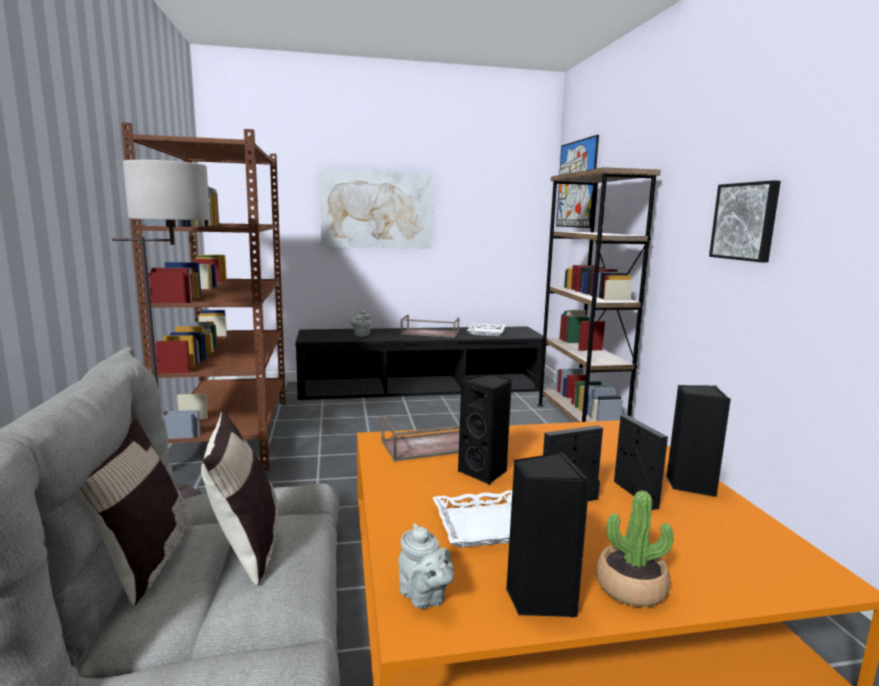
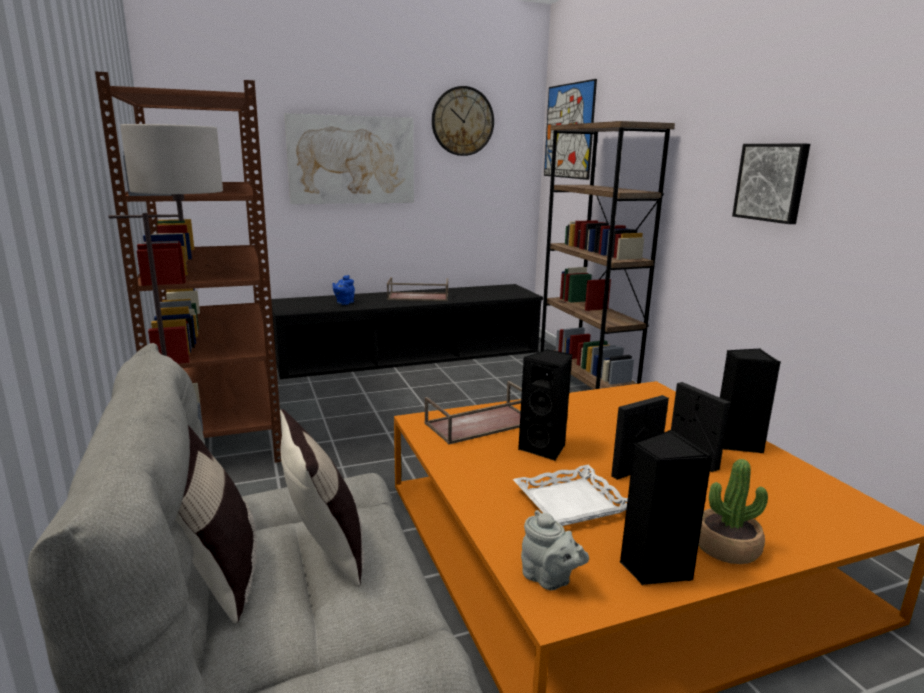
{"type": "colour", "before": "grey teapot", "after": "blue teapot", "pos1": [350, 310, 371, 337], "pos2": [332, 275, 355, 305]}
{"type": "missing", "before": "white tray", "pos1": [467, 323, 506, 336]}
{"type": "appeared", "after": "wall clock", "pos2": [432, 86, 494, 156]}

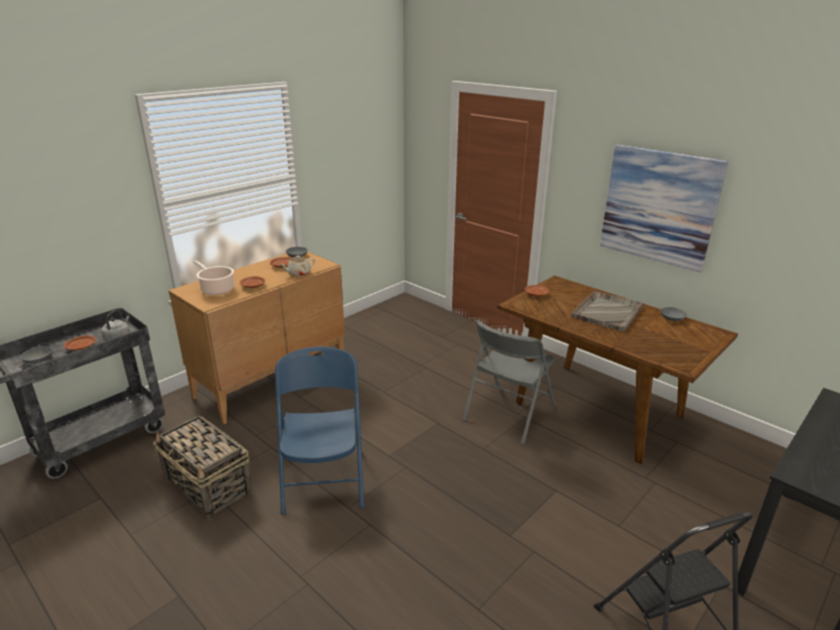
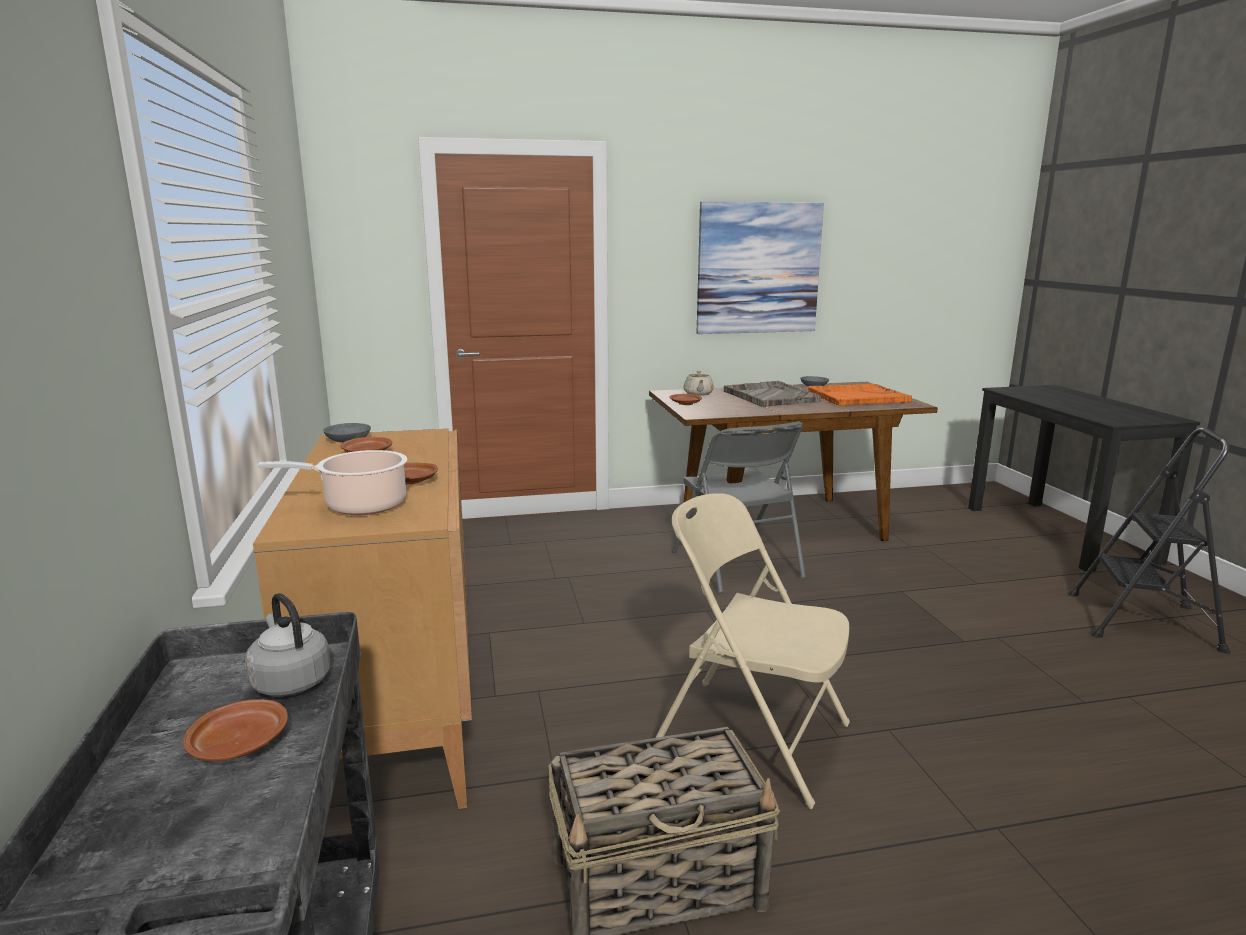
{"type": "missing", "before": "grey bowl", "pos1": [20, 346, 53, 364]}
{"type": "colour", "before": "blue chair", "after": "beige chair", "pos1": [275, 347, 364, 515], "pos2": [655, 493, 850, 809]}
{"type": "relocated", "before": "beige teapot", "pos1": [279, 256, 315, 276], "pos2": [683, 370, 714, 396]}
{"type": "appeared", "after": "orange tray", "pos2": [808, 384, 912, 406]}

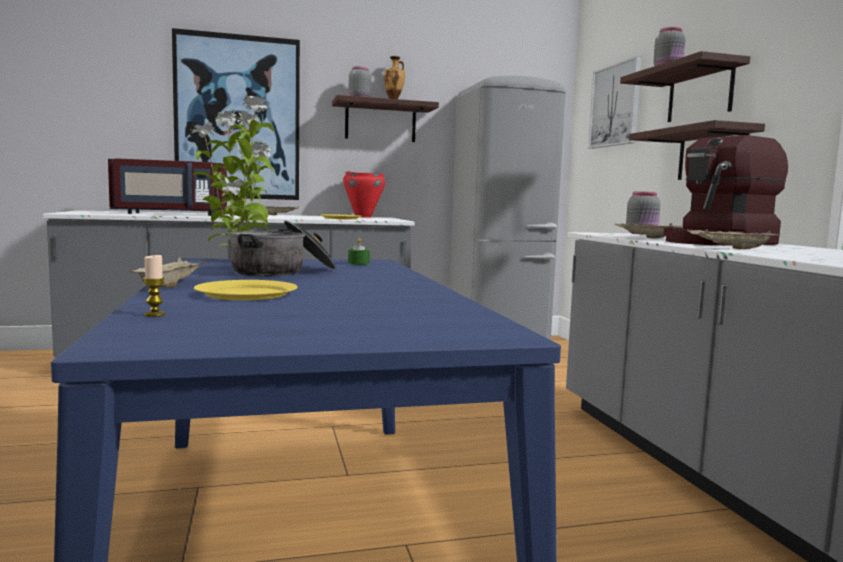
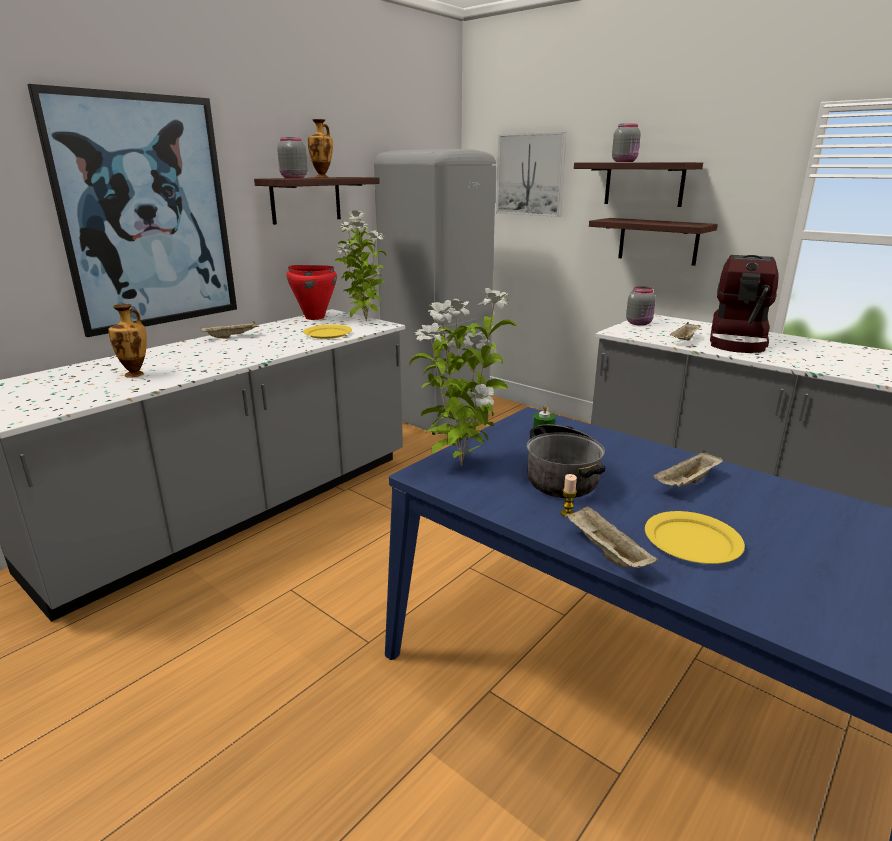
{"type": "exchanged", "before": "red microwave", "after": "vase", "pos1": [108, 158, 227, 216], "pos2": [108, 304, 147, 378]}
{"type": "relocated", "before": "candle", "pos1": [143, 255, 166, 317], "pos2": [561, 474, 577, 517]}
{"type": "relocated", "before": "beige tray", "pos1": [687, 229, 780, 249], "pos2": [653, 451, 723, 487]}
{"type": "appeared", "after": "potted plant", "pos2": [335, 210, 386, 321]}

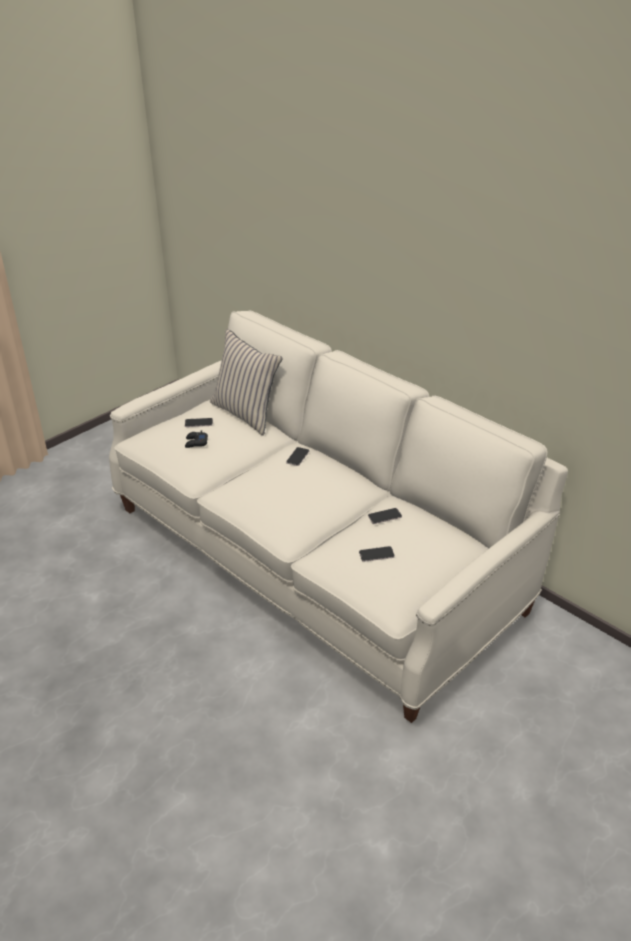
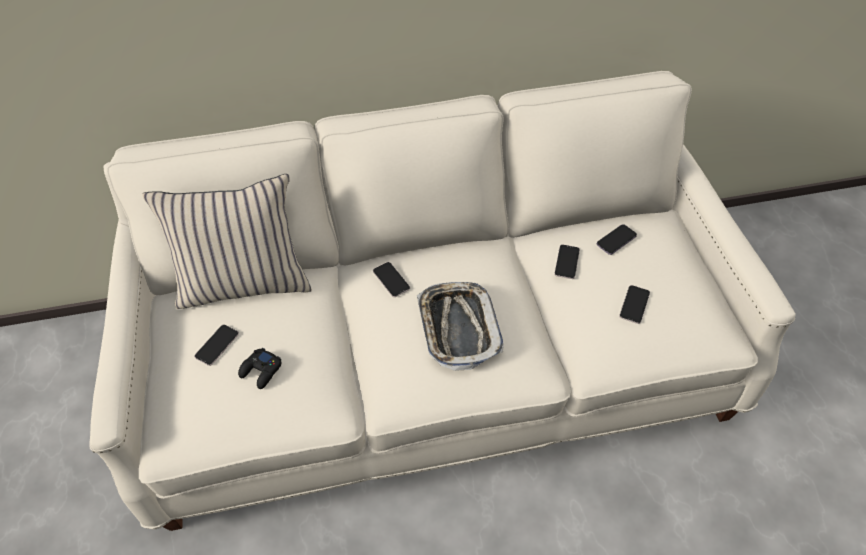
{"type": "appeared", "after": "tray", "pos2": [417, 282, 504, 371]}
{"type": "appeared", "after": "phone", "pos2": [597, 224, 637, 255]}

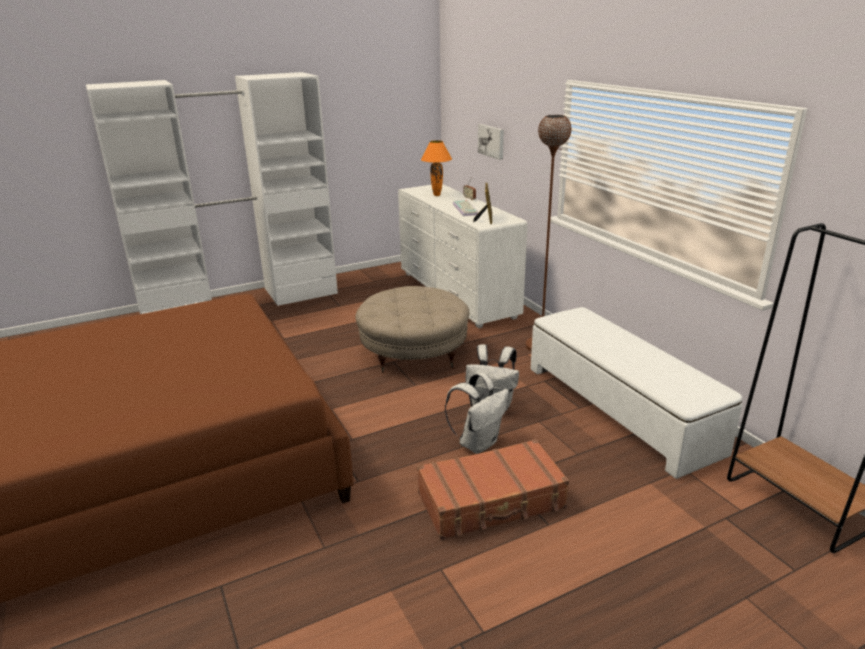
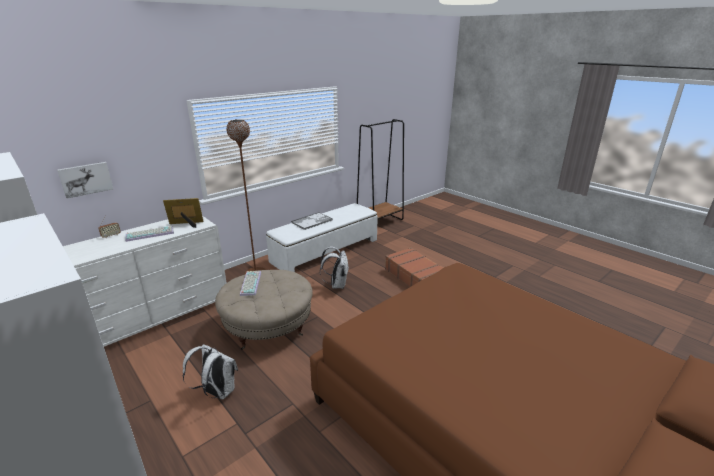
{"type": "missing", "before": "orange table lamp", "pos1": [421, 140, 452, 196]}
{"type": "relocated", "before": "white backpack", "pos1": [445, 373, 509, 454], "pos2": [182, 344, 238, 399]}
{"type": "appeared", "after": "keyboard", "pos2": [240, 271, 261, 296]}
{"type": "appeared", "after": "tray", "pos2": [291, 212, 333, 230]}

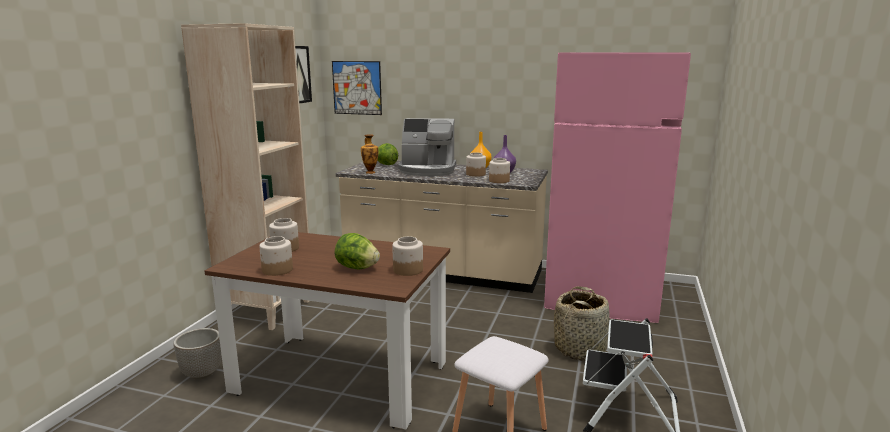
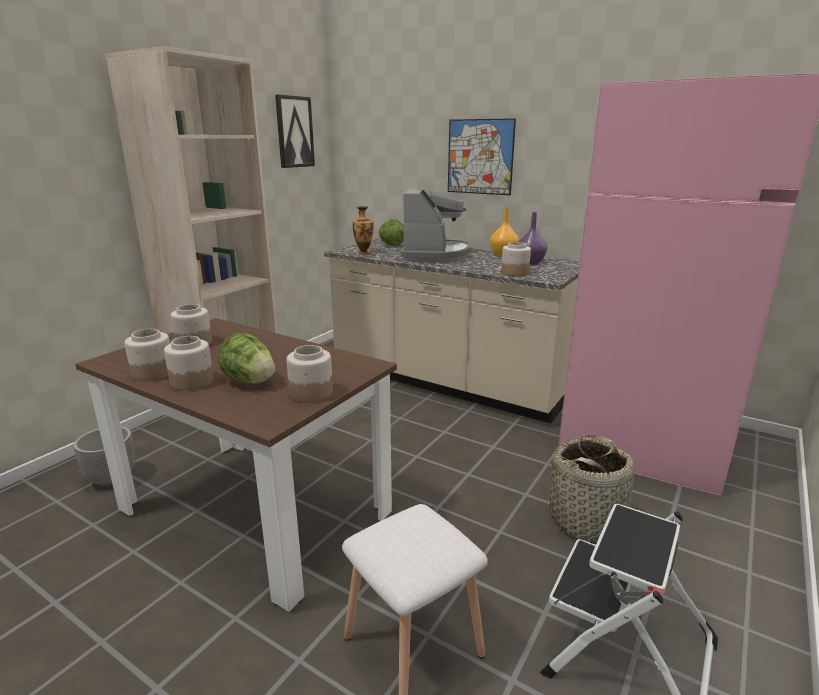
{"type": "relocated", "before": "picture", "pos1": [332, 61, 382, 115], "pos2": [448, 118, 516, 195]}
{"type": "spun", "before": "coffee machine", "pos1": [398, 118, 456, 176], "pos2": [400, 188, 471, 262], "turn": -105}
{"type": "relocated", "before": "jar", "pos1": [466, 152, 486, 177], "pos2": [164, 336, 214, 391]}

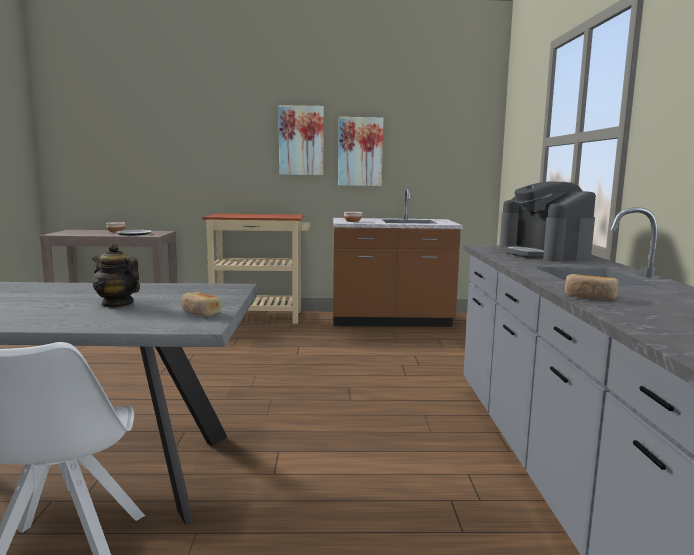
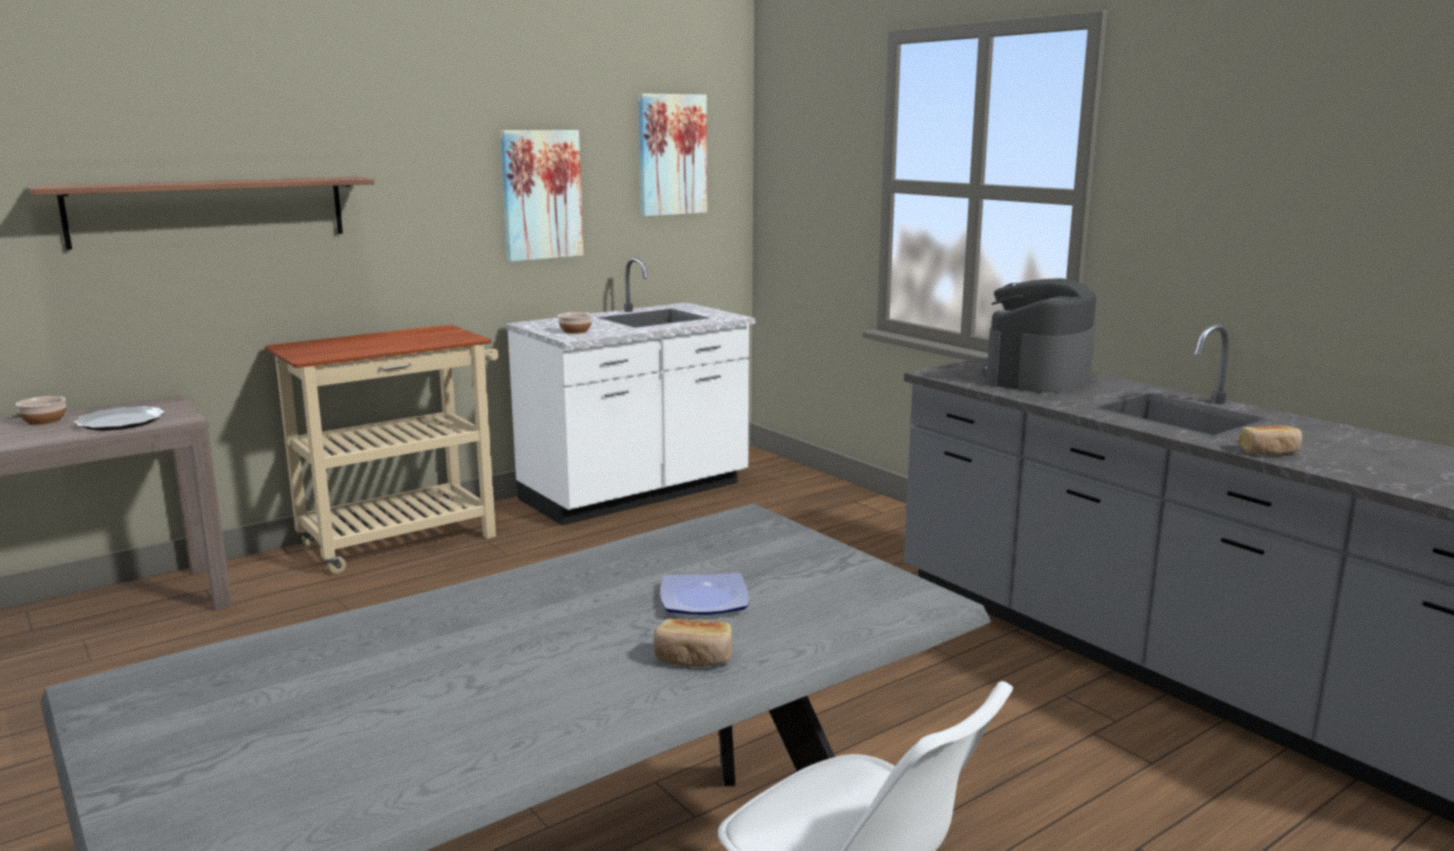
{"type": "exchanged", "before": "teapot", "after": "plate", "pos1": [93, 243, 140, 308], "pos2": [660, 572, 749, 615]}
{"type": "relocated", "before": "bread", "pos1": [181, 292, 221, 317], "pos2": [654, 619, 732, 667]}
{"type": "relocated", "before": "picture", "pos1": [279, 105, 324, 175], "pos2": [638, 93, 707, 217]}
{"type": "colour", "before": "brown counter", "after": "white counter", "pos1": [333, 188, 463, 327], "pos2": [505, 257, 755, 526]}
{"type": "spun", "before": "coffee machine", "pos1": [499, 181, 596, 262], "pos2": [981, 278, 1096, 393], "turn": 90}
{"type": "appeared", "after": "shelf", "pos2": [27, 177, 375, 250]}

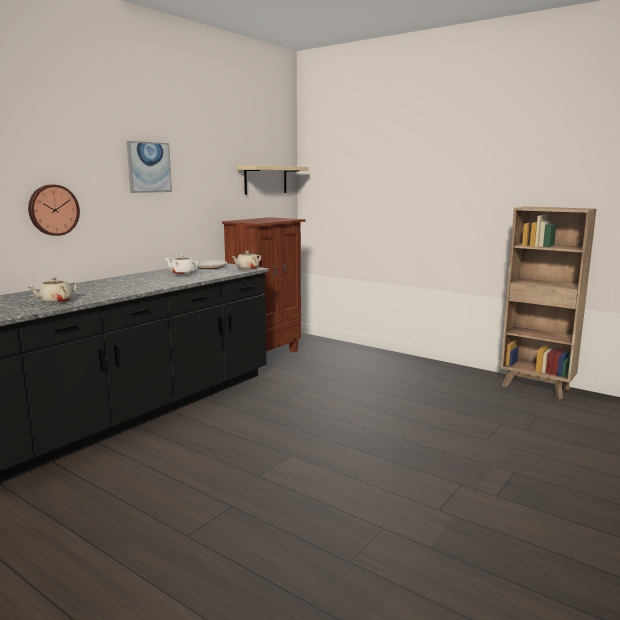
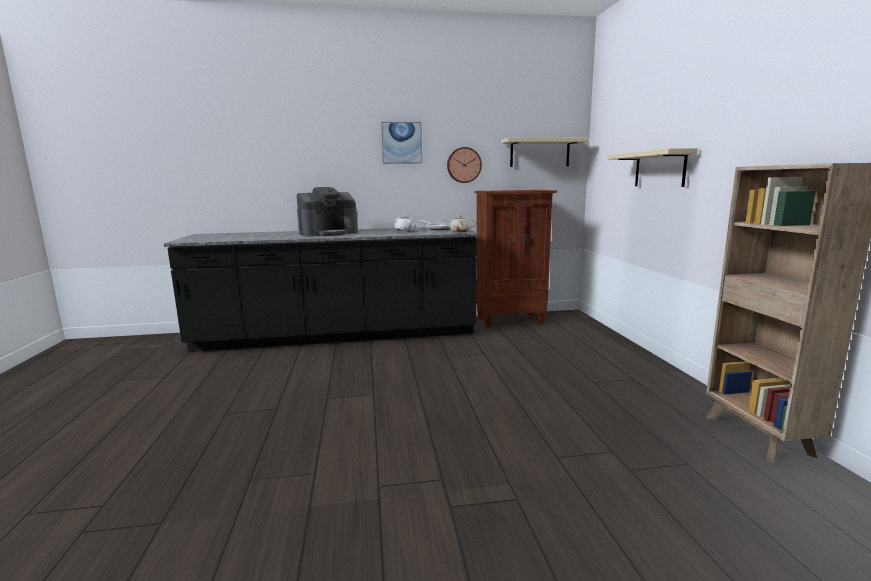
{"type": "relocated", "before": "wall clock", "pos1": [28, 185, 80, 236], "pos2": [447, 147, 482, 183]}
{"type": "missing", "before": "beige teapot", "pos1": [28, 277, 77, 304]}
{"type": "appeared", "after": "coffee machine", "pos2": [297, 187, 358, 236]}
{"type": "appeared", "after": "beige shelf", "pos2": [608, 148, 698, 187]}

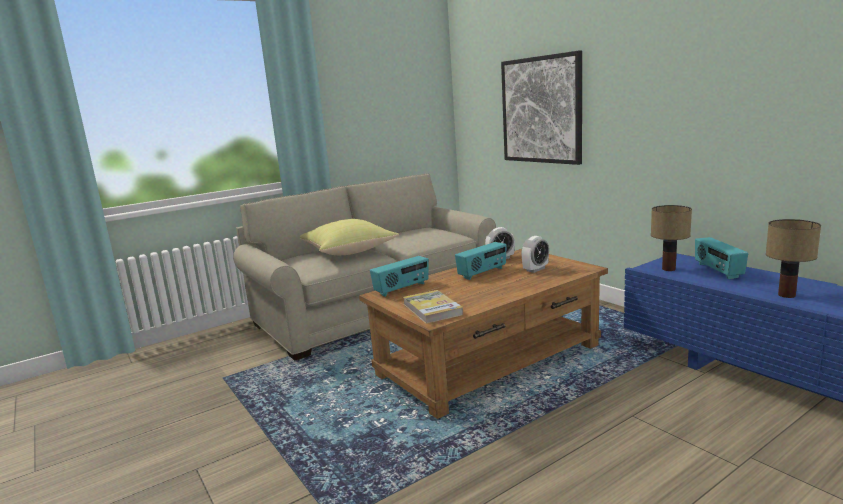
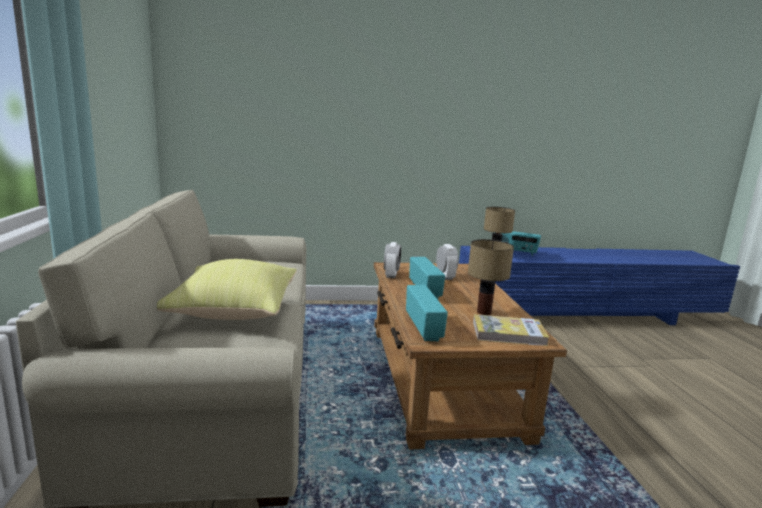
{"type": "missing", "before": "picture", "pos1": [501, 50, 582, 165]}
{"type": "relocated", "before": "table lamp", "pos1": [766, 219, 821, 298], "pos2": [468, 239, 514, 315]}

